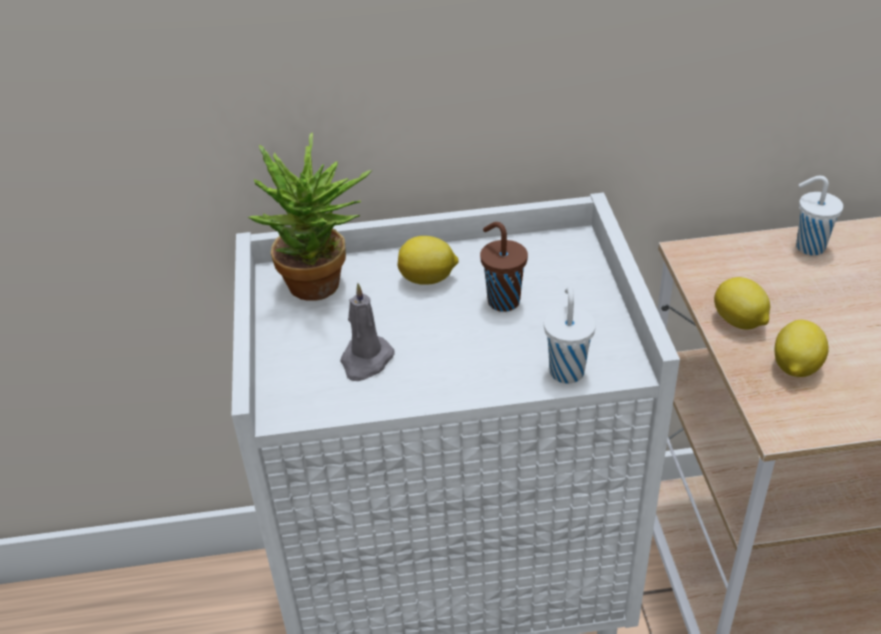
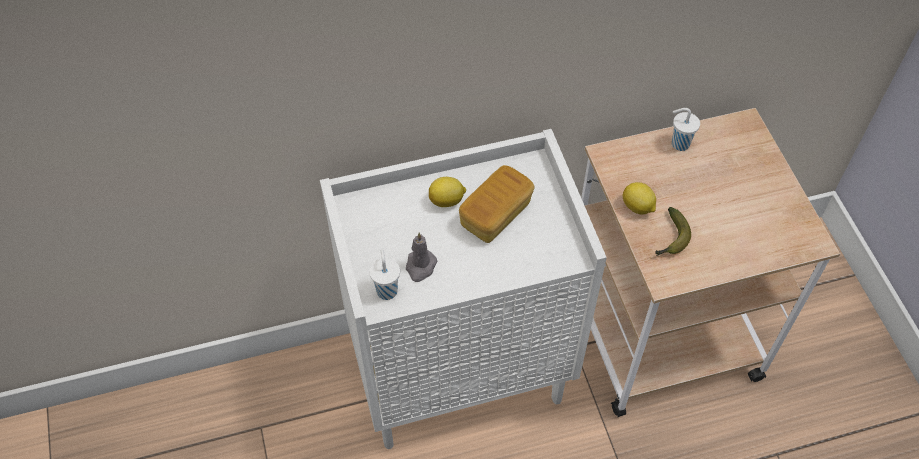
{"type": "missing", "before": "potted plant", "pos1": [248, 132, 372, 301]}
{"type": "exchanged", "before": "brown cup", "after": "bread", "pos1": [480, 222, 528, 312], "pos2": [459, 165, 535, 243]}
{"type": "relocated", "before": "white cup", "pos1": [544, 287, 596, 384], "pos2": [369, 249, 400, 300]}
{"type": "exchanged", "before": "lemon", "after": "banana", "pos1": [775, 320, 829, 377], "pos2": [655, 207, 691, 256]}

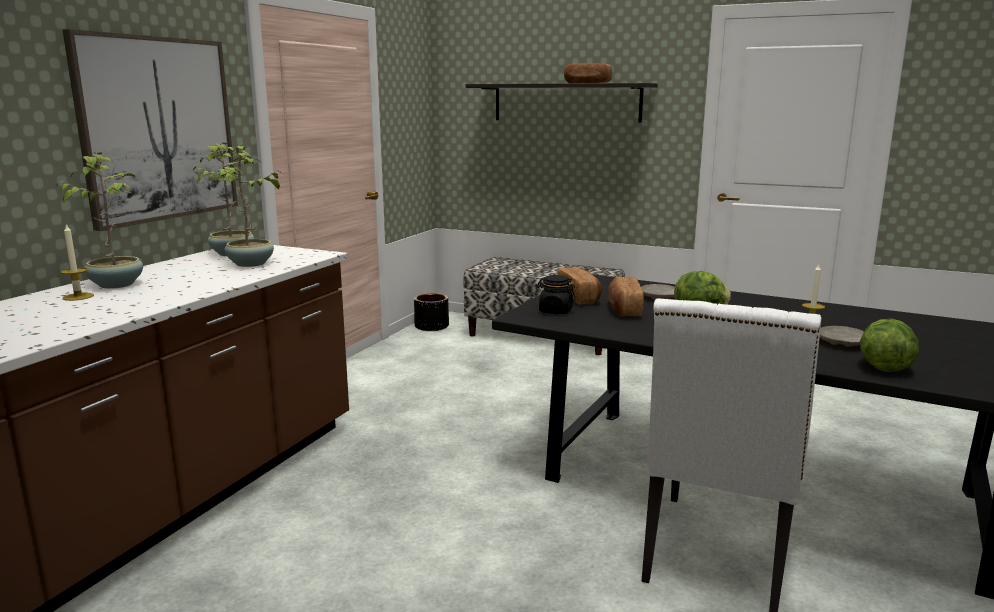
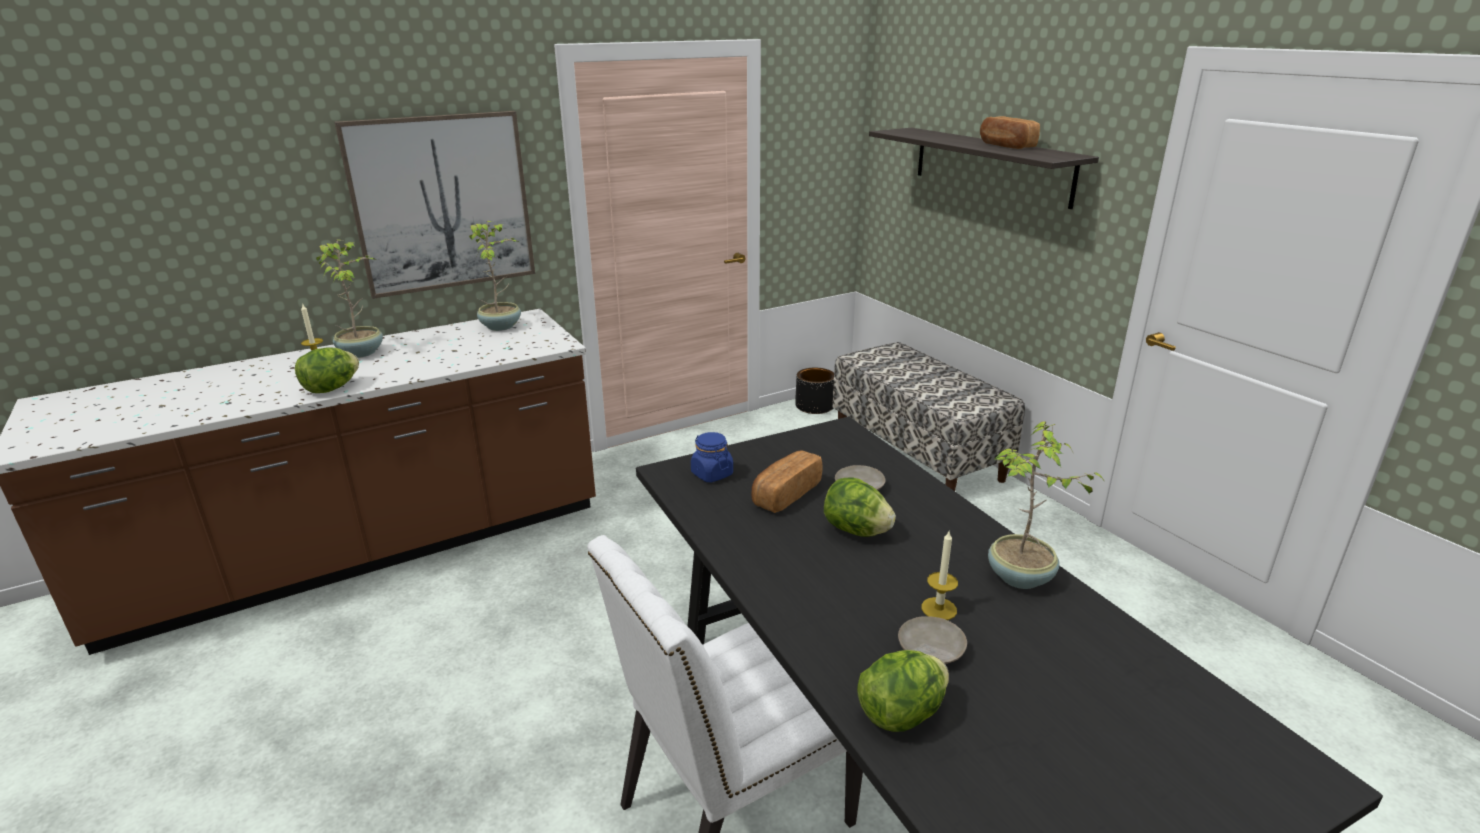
{"type": "relocated", "before": "potted plant", "pos1": [213, 145, 284, 267], "pos2": [988, 421, 1106, 589]}
{"type": "colour", "before": "black jar", "after": "blue jar", "pos1": [536, 275, 576, 314], "pos2": [691, 432, 733, 482]}
{"type": "missing", "before": "bread", "pos1": [557, 267, 602, 305]}
{"type": "appeared", "after": "lettuce", "pos2": [295, 348, 359, 393]}

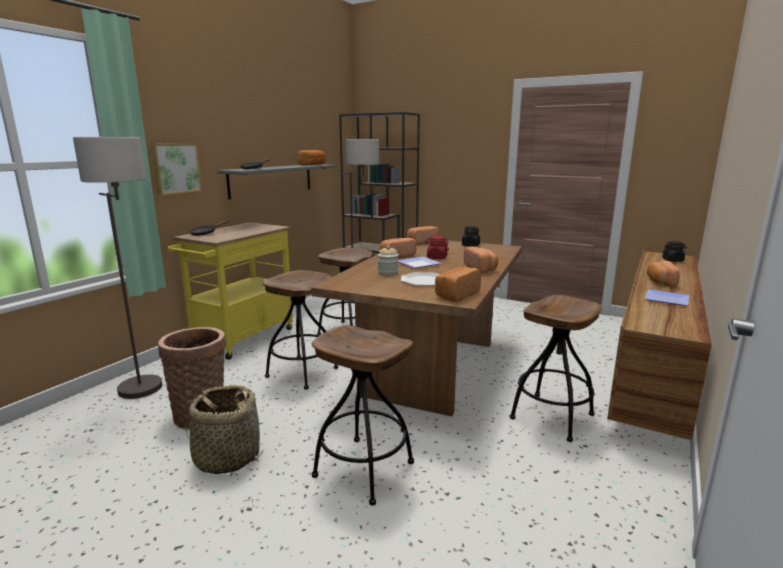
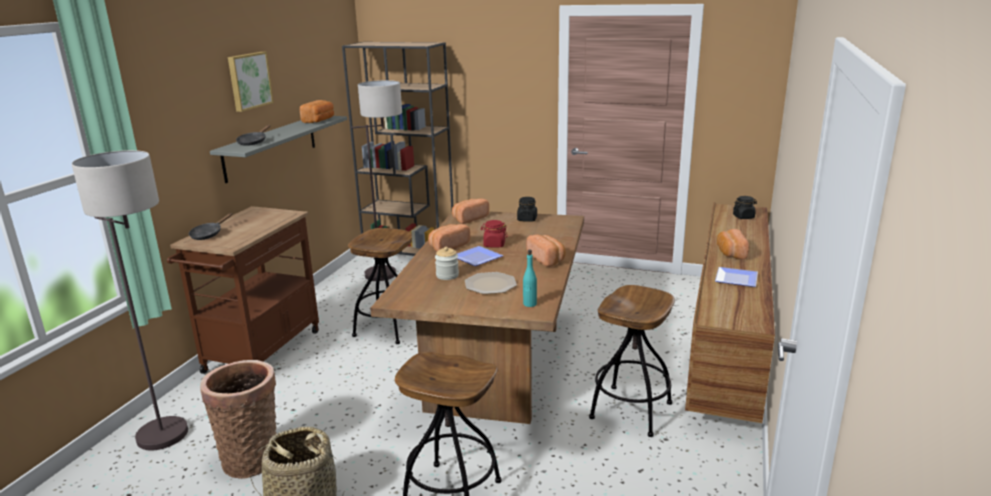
{"type": "relocated", "before": "picture", "pos1": [151, 144, 202, 195], "pos2": [228, 52, 274, 112]}
{"type": "colour", "before": "yellow cart", "after": "brown cart", "pos1": [168, 223, 293, 360], "pos2": [167, 206, 319, 374]}
{"type": "missing", "before": "brown stool", "pos1": [262, 270, 338, 390]}
{"type": "exchanged", "before": "bread", "after": "turquoise bottle", "pos1": [435, 267, 481, 302], "pos2": [523, 249, 537, 307]}

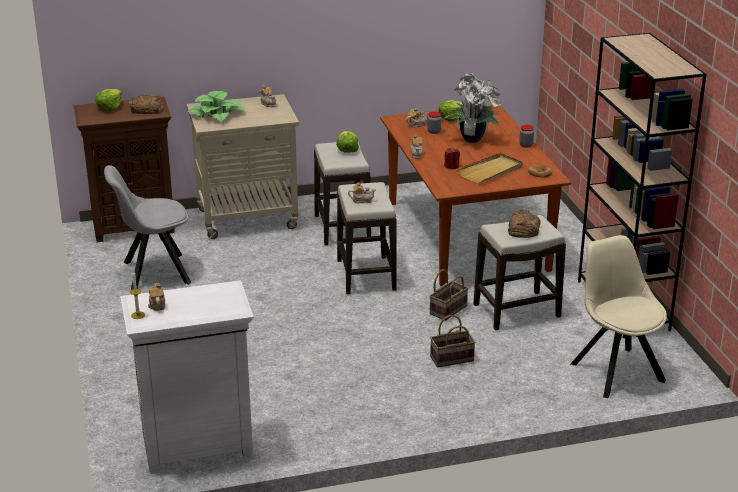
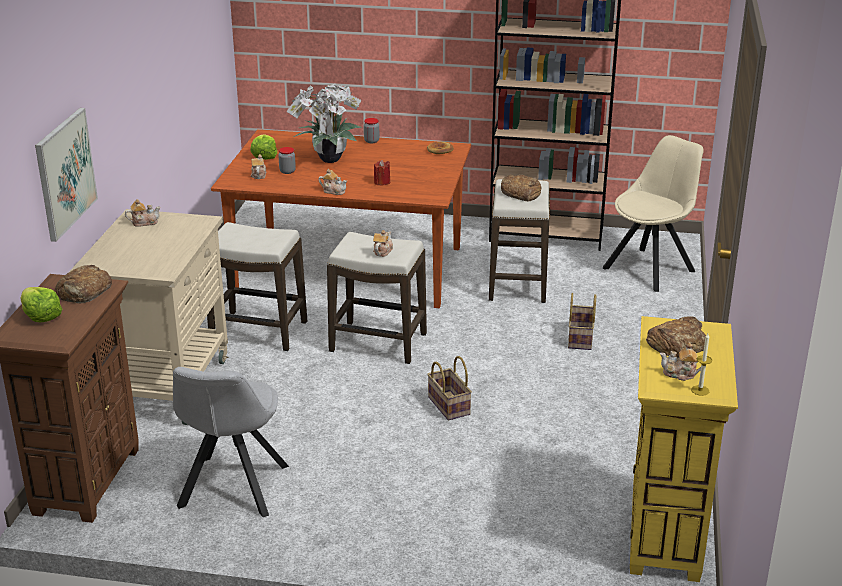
{"type": "colour", "before": "white cabinet", "after": "yellow cabinet", "pos1": [120, 280, 254, 474], "pos2": [630, 316, 738, 582]}
{"type": "missing", "before": "potted plant", "pos1": [187, 91, 245, 122]}
{"type": "missing", "before": "lettuce", "pos1": [336, 131, 359, 153]}
{"type": "relocated", "before": "basket", "pos1": [429, 269, 468, 321], "pos2": [427, 356, 472, 421]}
{"type": "missing", "before": "beige tray", "pos1": [456, 153, 523, 183]}
{"type": "spun", "before": "beige chair", "pos1": [571, 235, 667, 398], "pos2": [603, 135, 704, 292], "turn": 135}
{"type": "appeared", "after": "picture", "pos2": [35, 108, 98, 242]}
{"type": "appeared", "after": "bread", "pos2": [646, 316, 706, 358]}

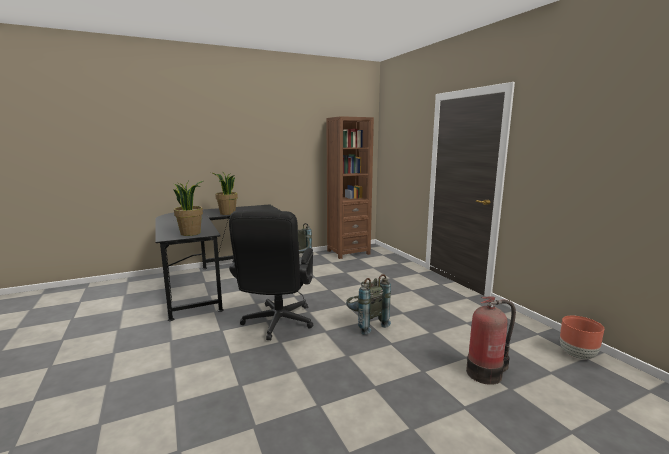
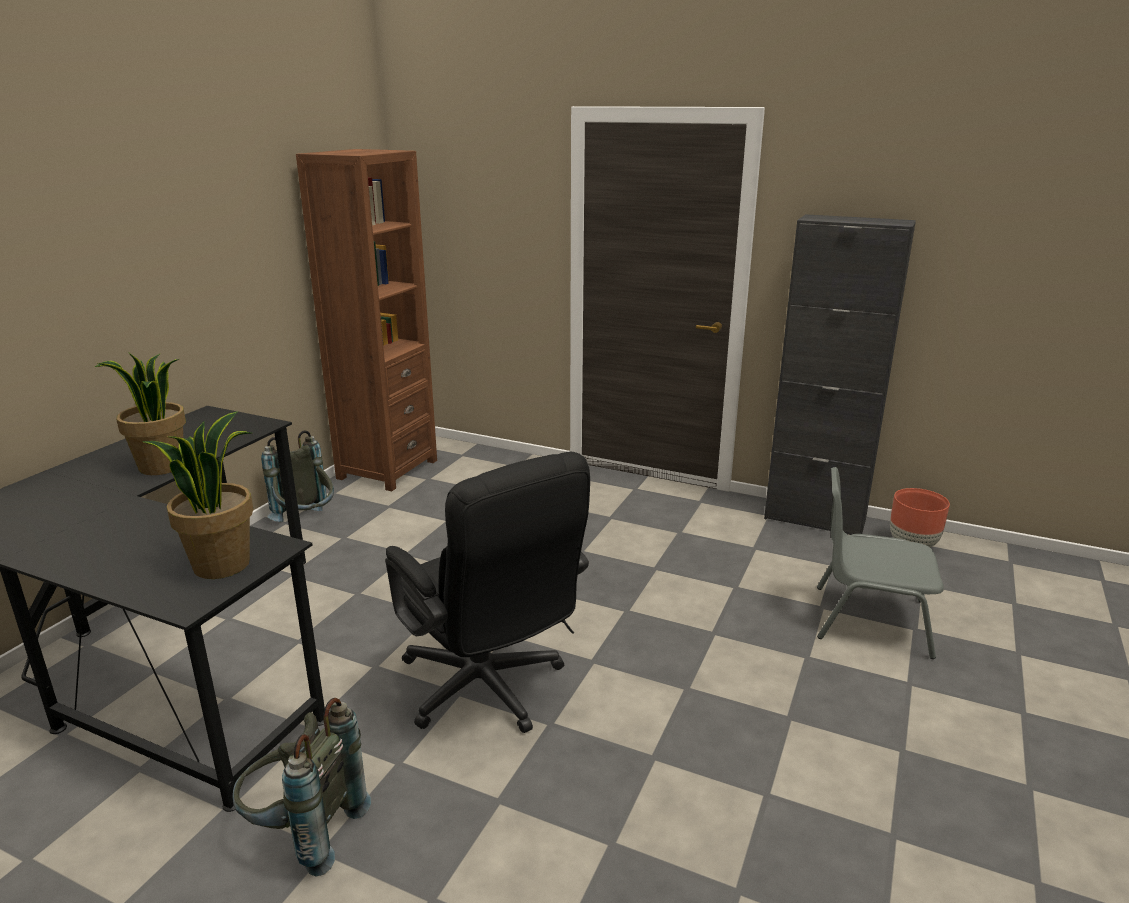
{"type": "relocated", "before": "grey backpack", "pos1": [346, 274, 391, 335], "pos2": [233, 698, 371, 877]}
{"type": "exchanged", "before": "fire extinguisher", "after": "grey chair", "pos1": [466, 296, 516, 385], "pos2": [817, 467, 944, 659]}
{"type": "appeared", "after": "black cabinet", "pos2": [764, 214, 916, 535]}

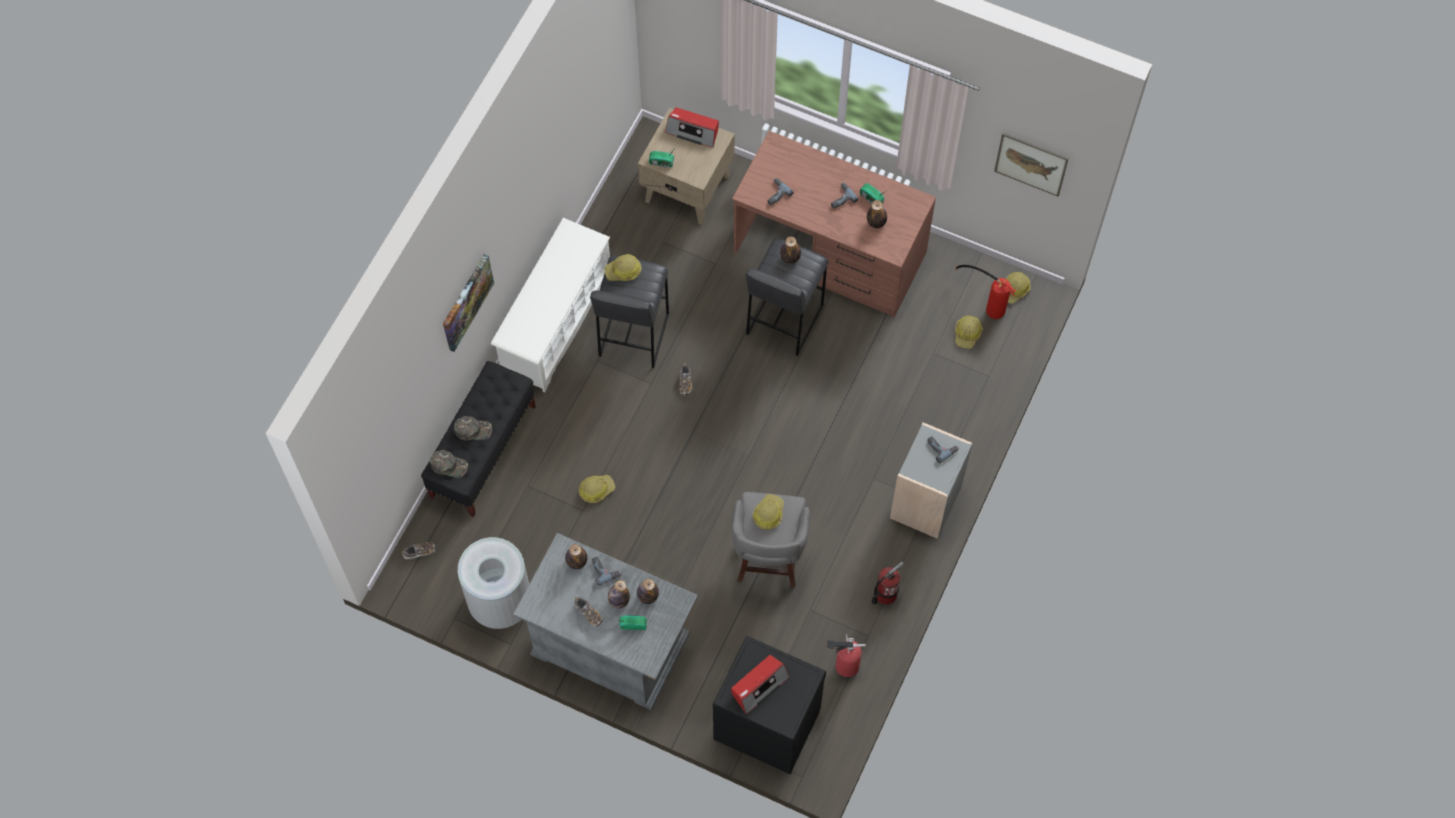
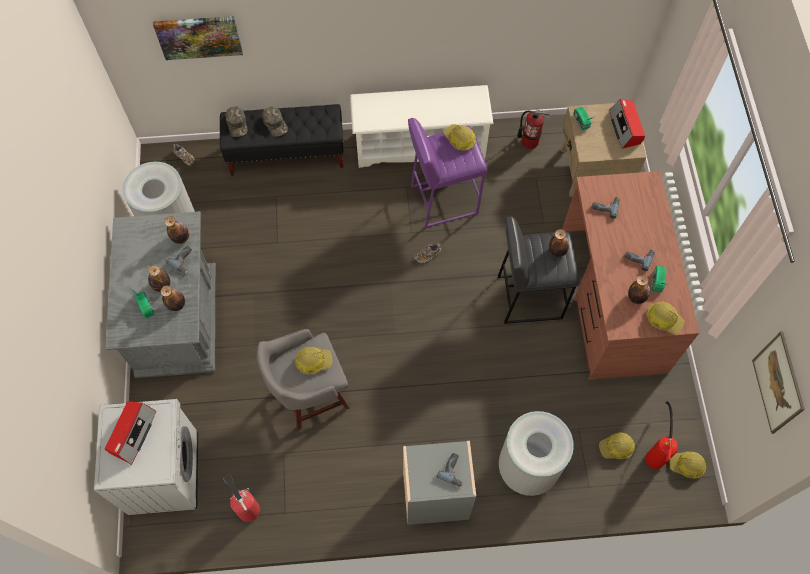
{"type": "relocated", "before": "picture", "pos1": [443, 254, 494, 352], "pos2": [153, 16, 243, 60]}
{"type": "missing", "before": "shoe", "pos1": [574, 597, 602, 627]}
{"type": "relocated", "before": "hard hat", "pos1": [579, 475, 615, 503], "pos2": [647, 302, 684, 334]}
{"type": "colour", "before": "grey stool", "after": "purple stool", "pos1": [590, 255, 669, 368], "pos2": [408, 118, 487, 227]}
{"type": "colour", "before": "black washing machine", "after": "white washing machine", "pos1": [713, 636, 826, 774], "pos2": [94, 399, 198, 515]}
{"type": "spun", "before": "radio", "pos1": [731, 655, 790, 714], "pos2": [105, 401, 156, 465], "turn": -90}
{"type": "relocated", "before": "fire extinguisher", "pos1": [871, 562, 904, 605], "pos2": [517, 108, 549, 149]}
{"type": "appeared", "after": "grey trash can", "pos2": [499, 411, 574, 496]}

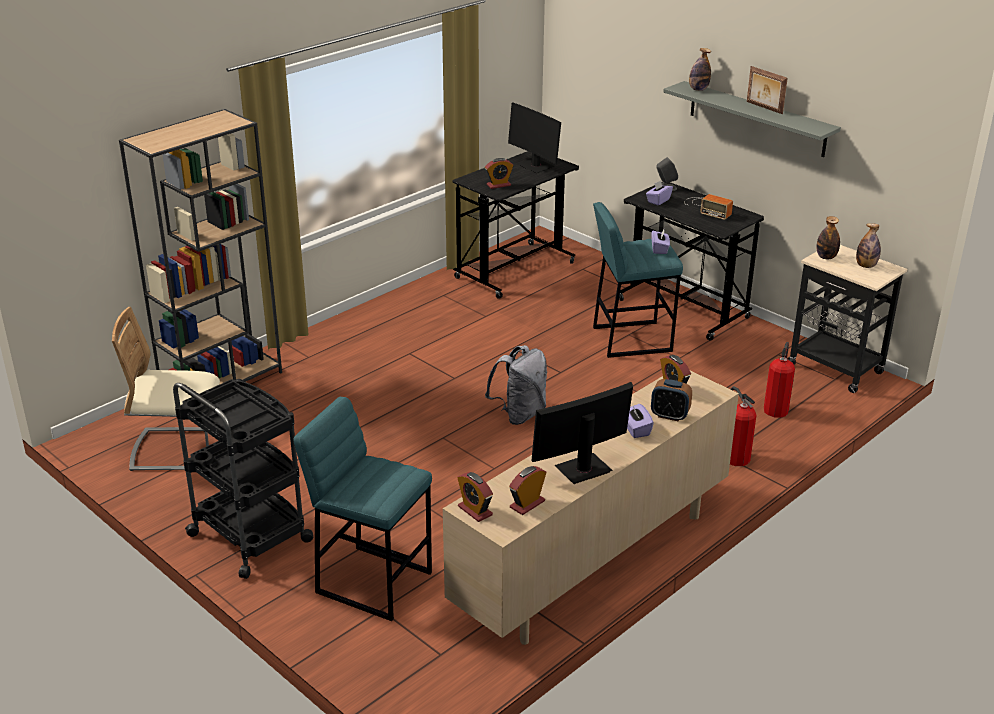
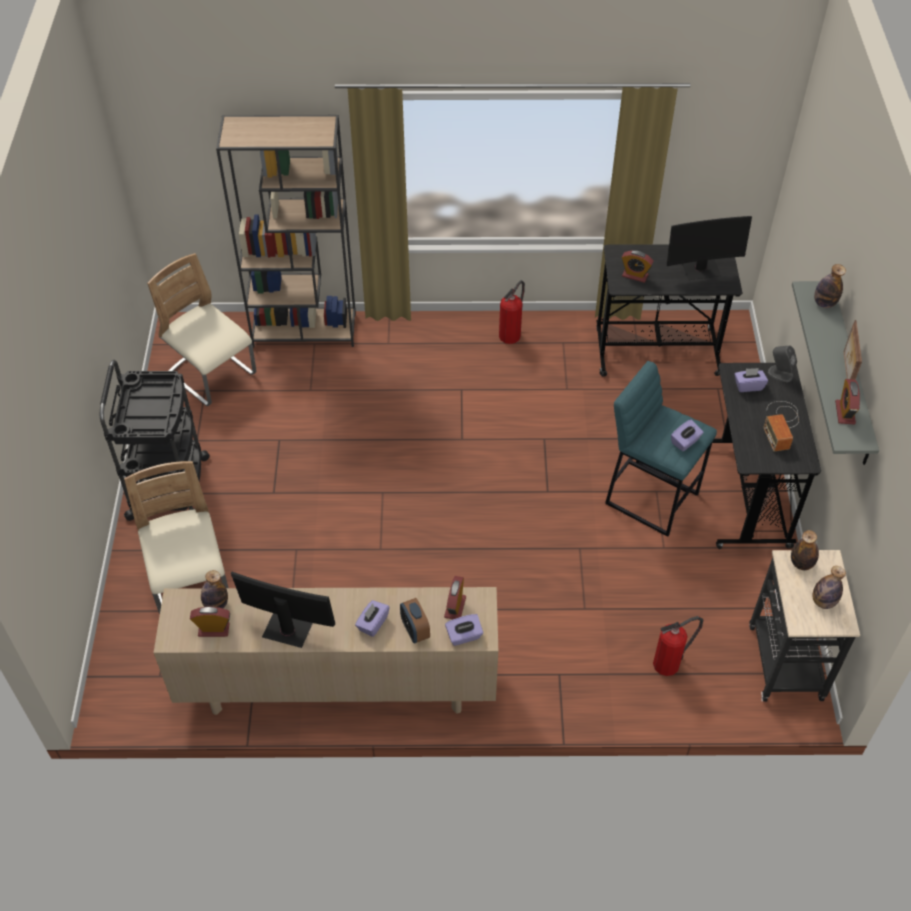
{"type": "exchanged", "before": "turquoise stool", "after": "beige chair", "pos1": [293, 397, 432, 621], "pos2": [124, 461, 228, 614]}
{"type": "relocated", "before": "alarm clock", "pos1": [458, 472, 493, 522], "pos2": [835, 379, 860, 424]}
{"type": "missing", "before": "grey backpack", "pos1": [485, 345, 547, 425]}
{"type": "spun", "before": "monitor", "pos1": [508, 102, 561, 173], "pos2": [667, 216, 752, 280], "turn": -105}
{"type": "relocated", "before": "fire extinguisher", "pos1": [730, 386, 756, 466], "pos2": [499, 280, 525, 344]}
{"type": "appeared", "after": "bottle", "pos2": [201, 570, 228, 608]}
{"type": "appeared", "after": "purple tissue box", "pos2": [445, 614, 483, 646]}

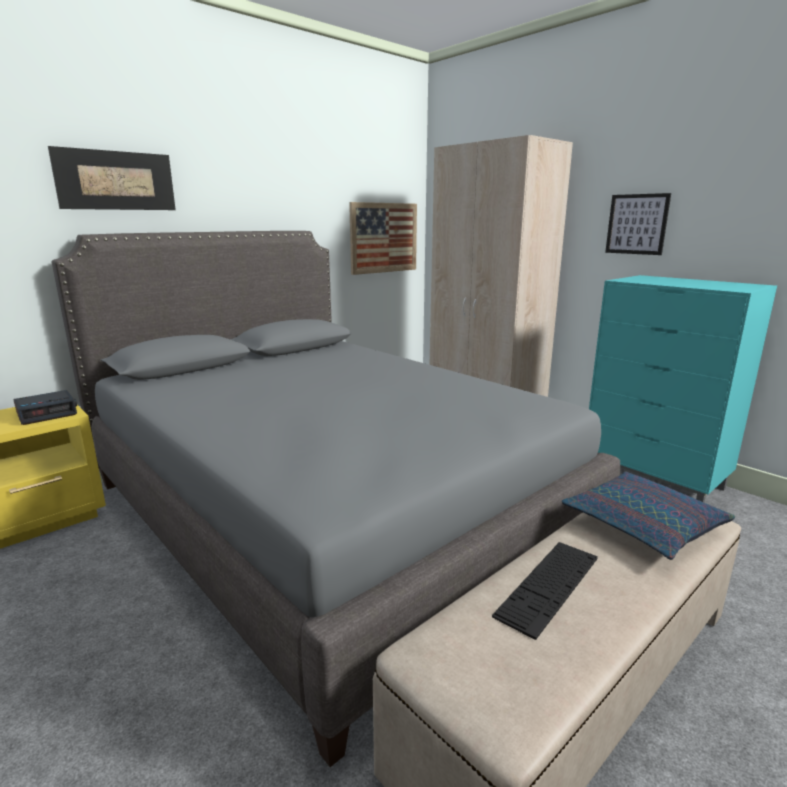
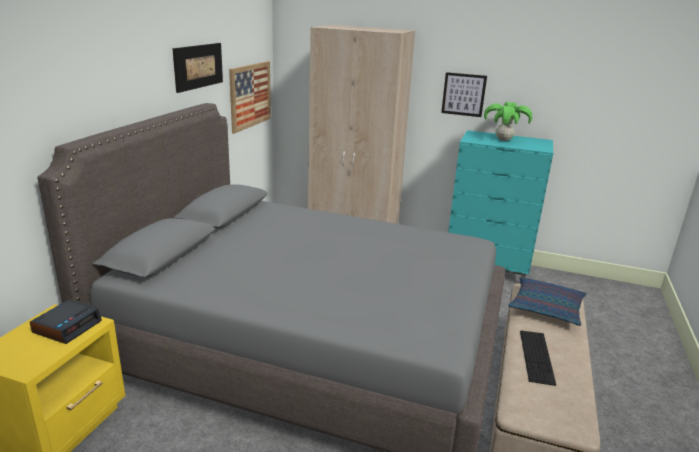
{"type": "relocated", "before": "picture", "pos1": [48, 146, 176, 210], "pos2": [172, 43, 223, 93]}
{"type": "appeared", "after": "potted plant", "pos2": [484, 102, 532, 141]}

